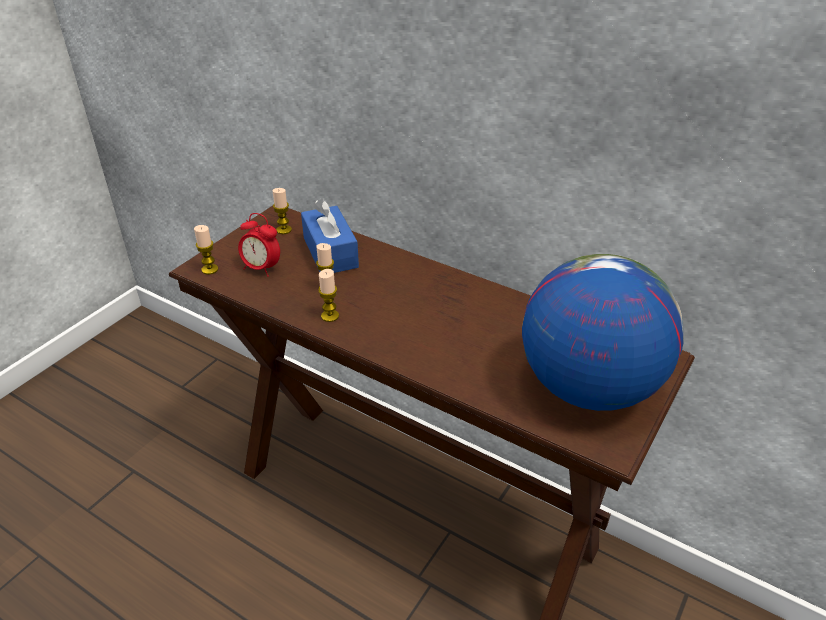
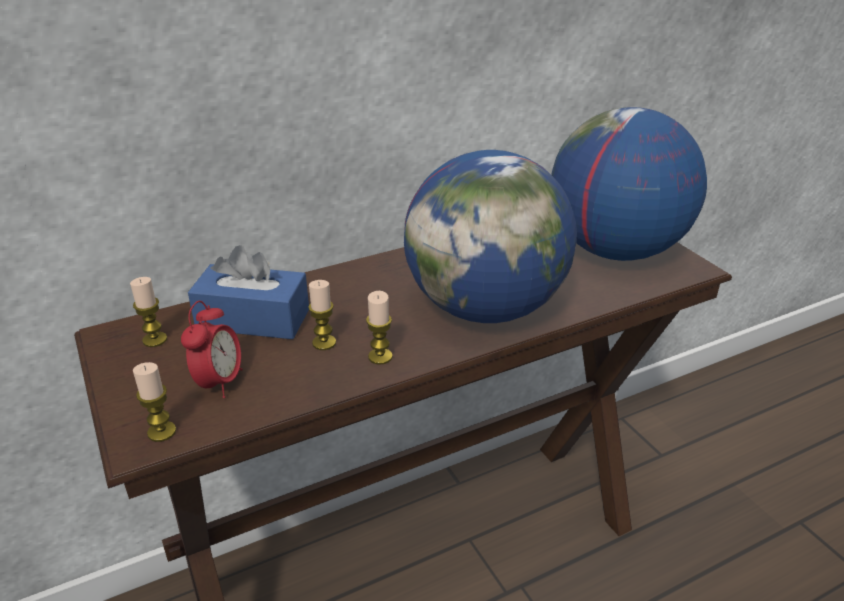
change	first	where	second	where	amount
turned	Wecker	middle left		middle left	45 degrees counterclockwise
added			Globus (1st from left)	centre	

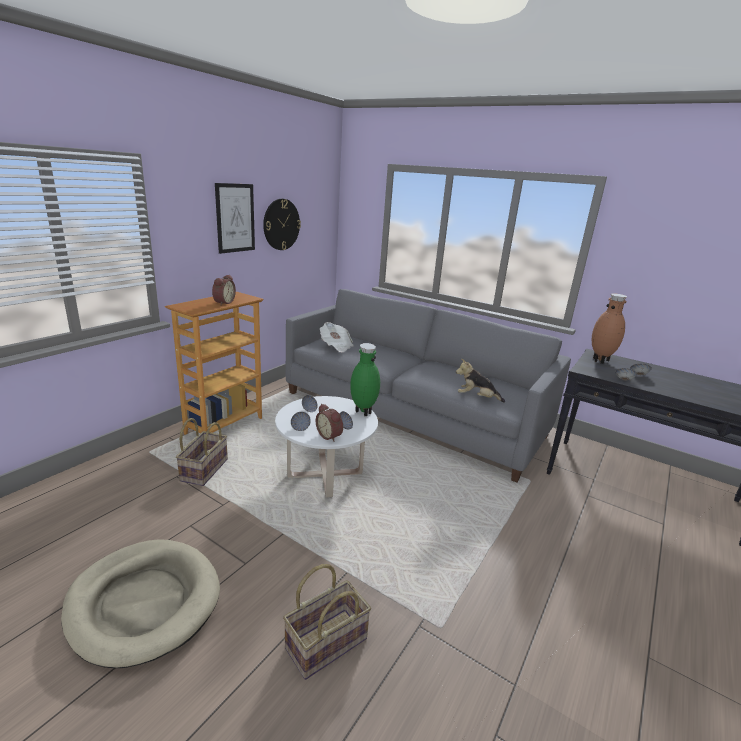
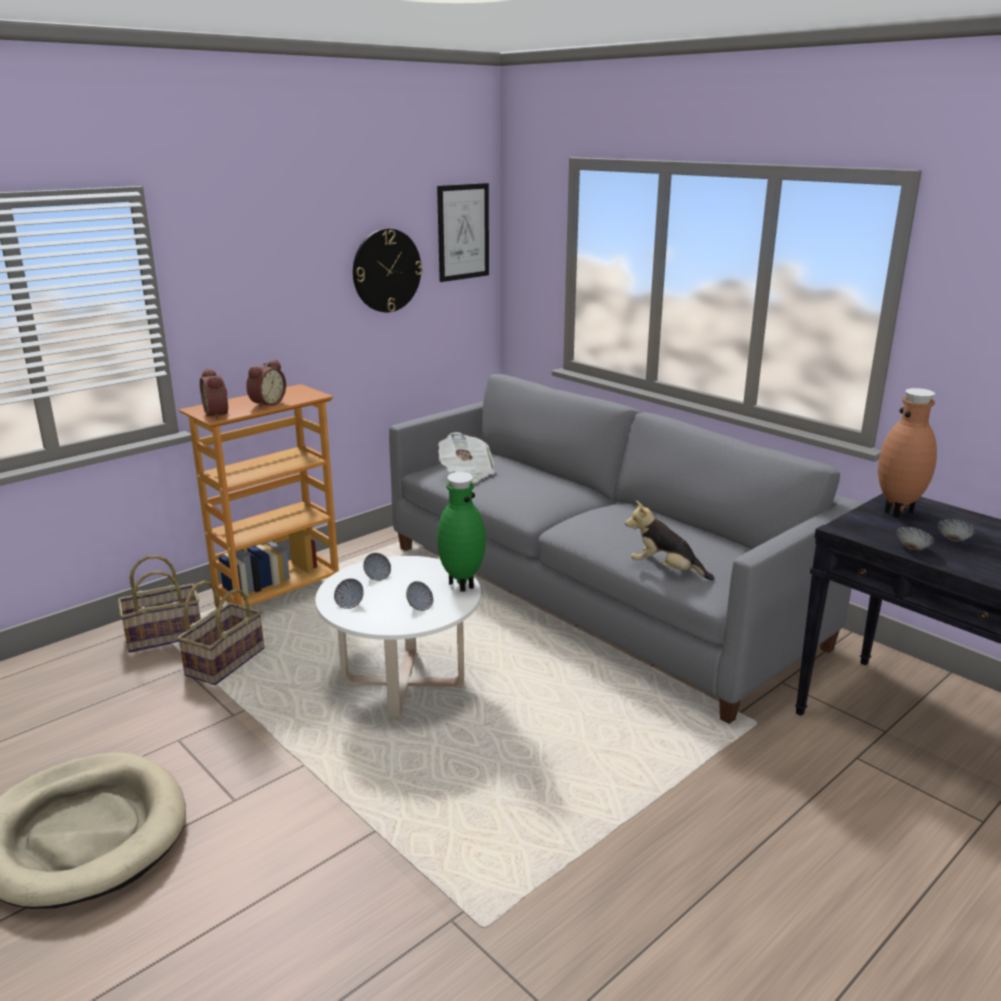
change	first	where	second	where	amount
moved	Bild	top left		top centre	
moved	Korb (2nd from left in the first image)	bottom centre	Korb (1st from left)	middle left	
moved	Wecker (2nd from left in the first image)	centre	Wecker (1st from left)	middle left	

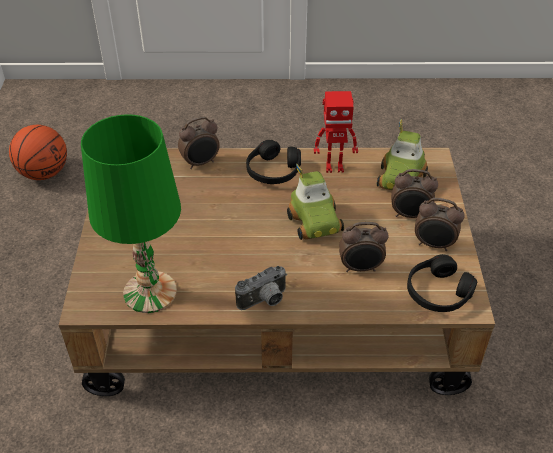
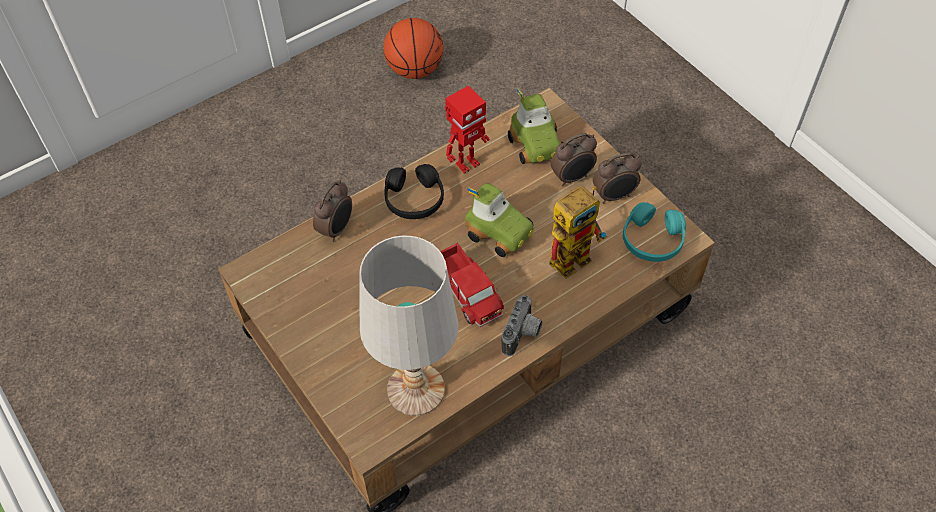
change	first	where	second	where	amount
moved	Basketball	middle left		top centre	
recoloured	Tischlampe/grün	middle left	Tischlampe/weiß	centre	
replaced	Wecker (2nd from left)	centre	Spielzeugroboter (2nd from left)	centre	
recoloured	Kopfhörer/schwarz (2nd from left)	middle right	Kopfhörer/türkis	middle right	
added			Spielzeuglaster	centre	

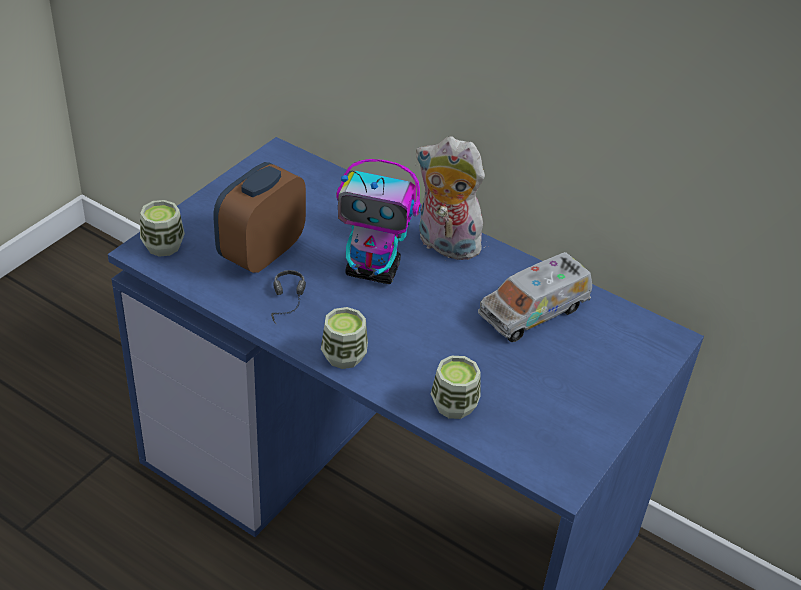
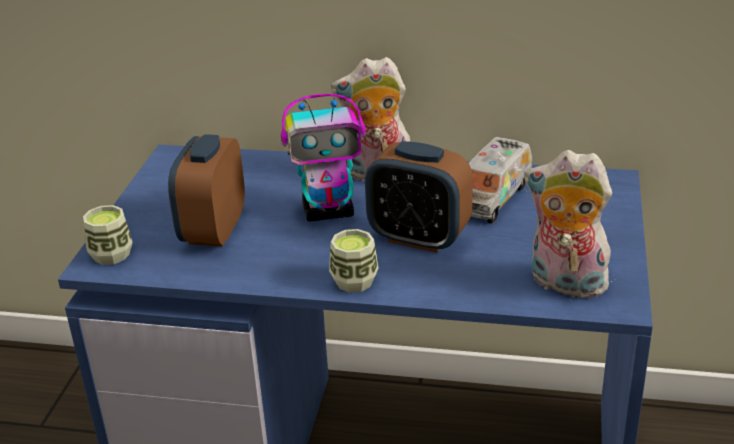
change	first	where	second	where	amount
removed	Kopfhörer	centre			
removed	Tasse (3rd from left)	centre			
added			Wecker (2nd from left)	centre	
added			Plüschtier (2nd from left)	middle right	

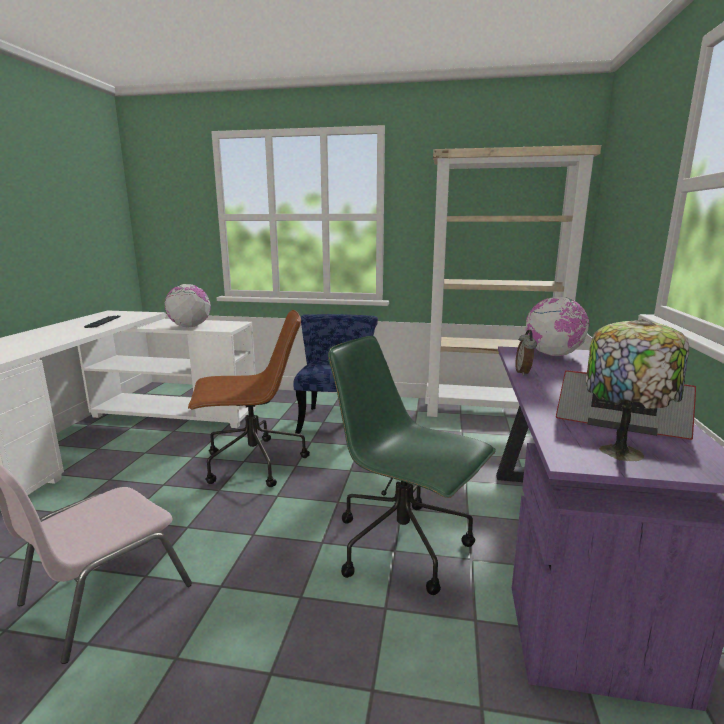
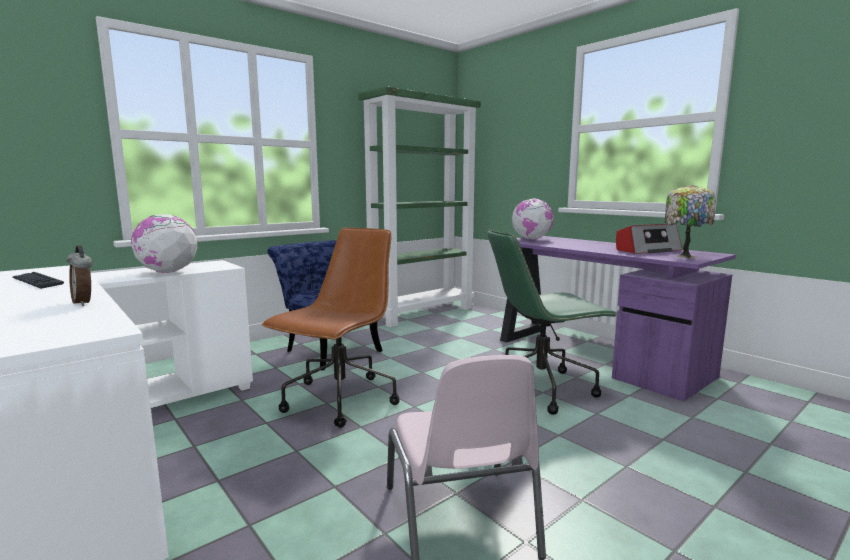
change	first	where	second	where	amount
recoloured	Bücherregal/beige	middle right	Bücherregal/grün	centre	
moved	Wecker	middle right		middle left	

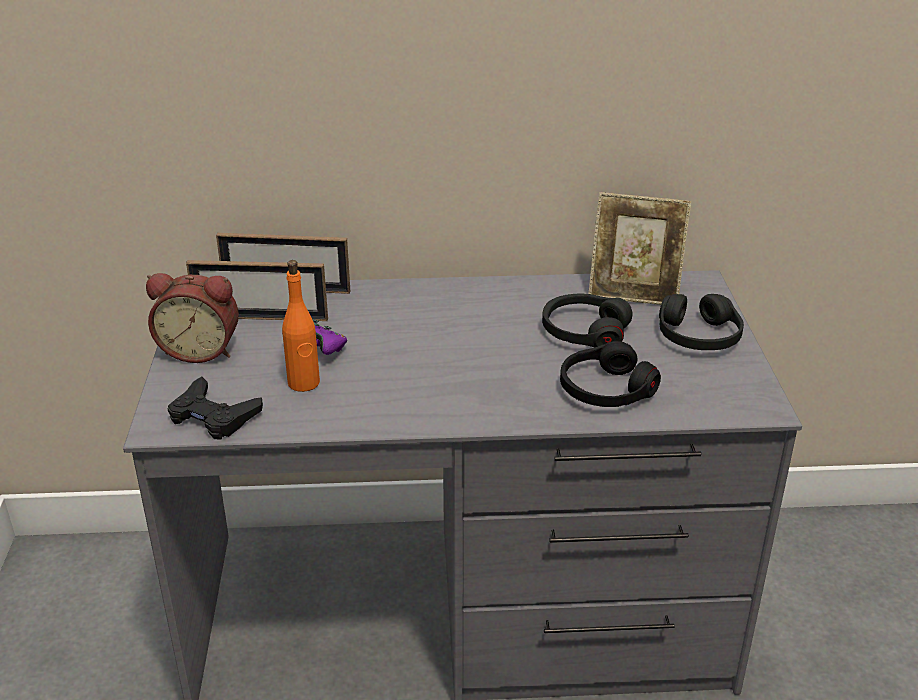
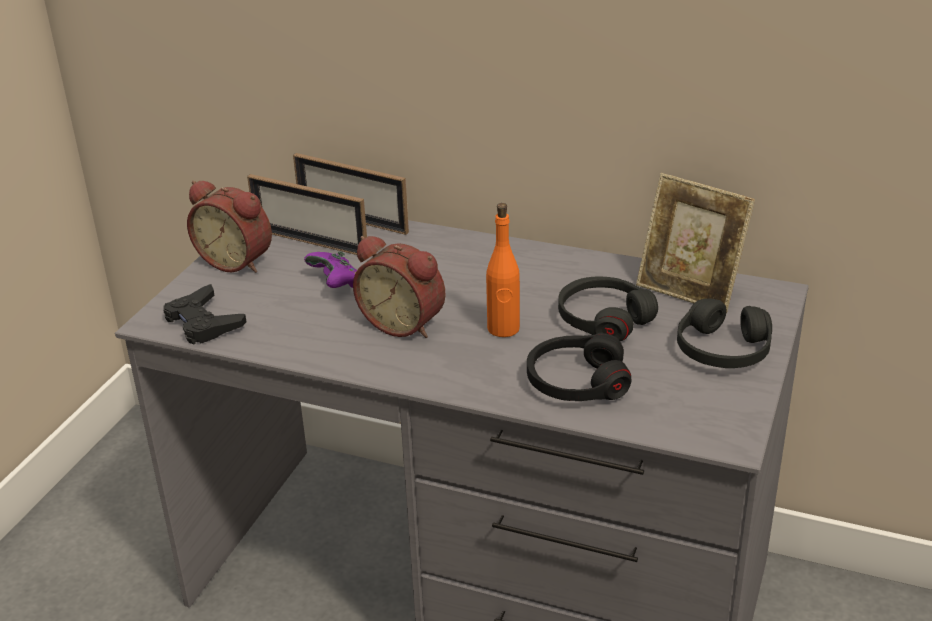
change	first	where	second	where	amount
moved	Flasche/orange	middle left		centre	
added			Wecker (2nd from left)	centre	

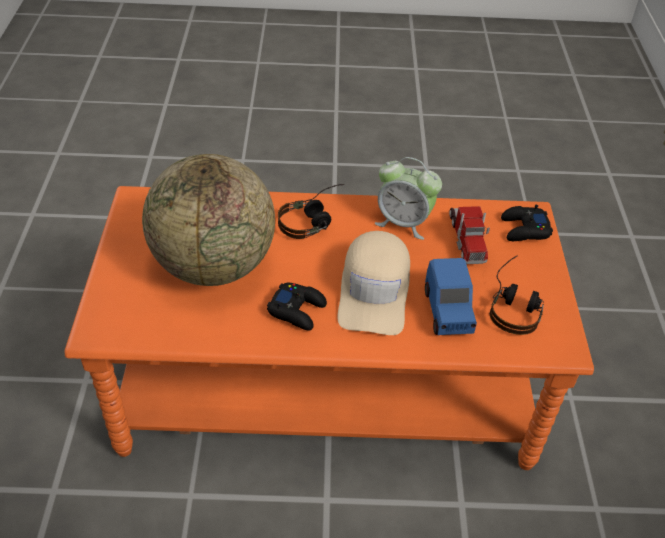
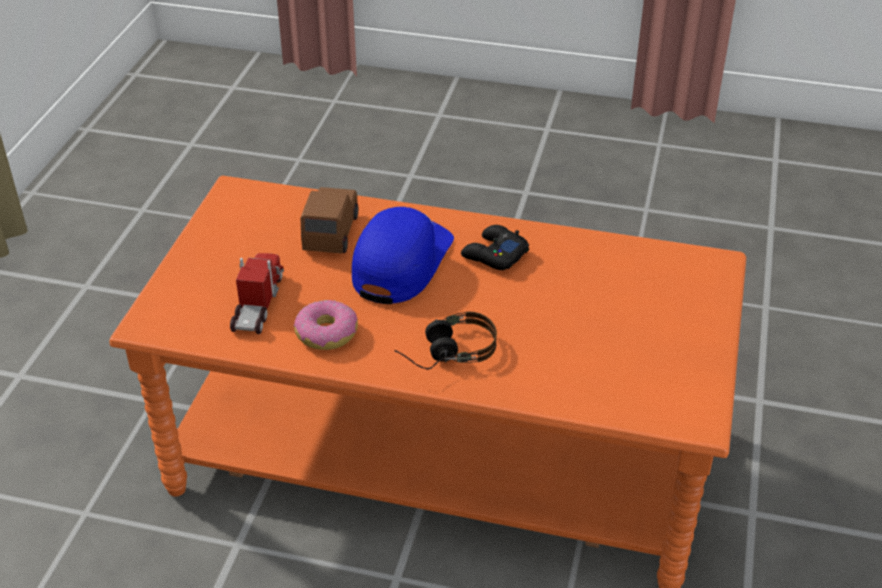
change	first	where	second	where	amount
removed	Globus	middle left			
recoloured	Kappe/beige	centre	Kappe/blau	centre	
replaced	Wecker	centre	Donut	centre	
recoloured	Spielzeugauto/blau	middle right	Spielzeugauto/braun	centre	
removed	Kopfhörer (2nd from left)	middle right			
removed	Gamepad/schwarz (2nd from left)	middle right			

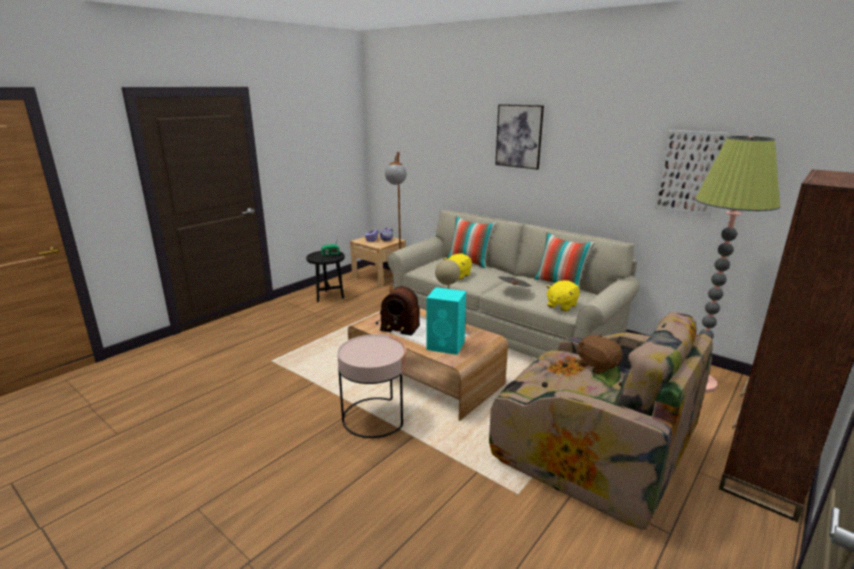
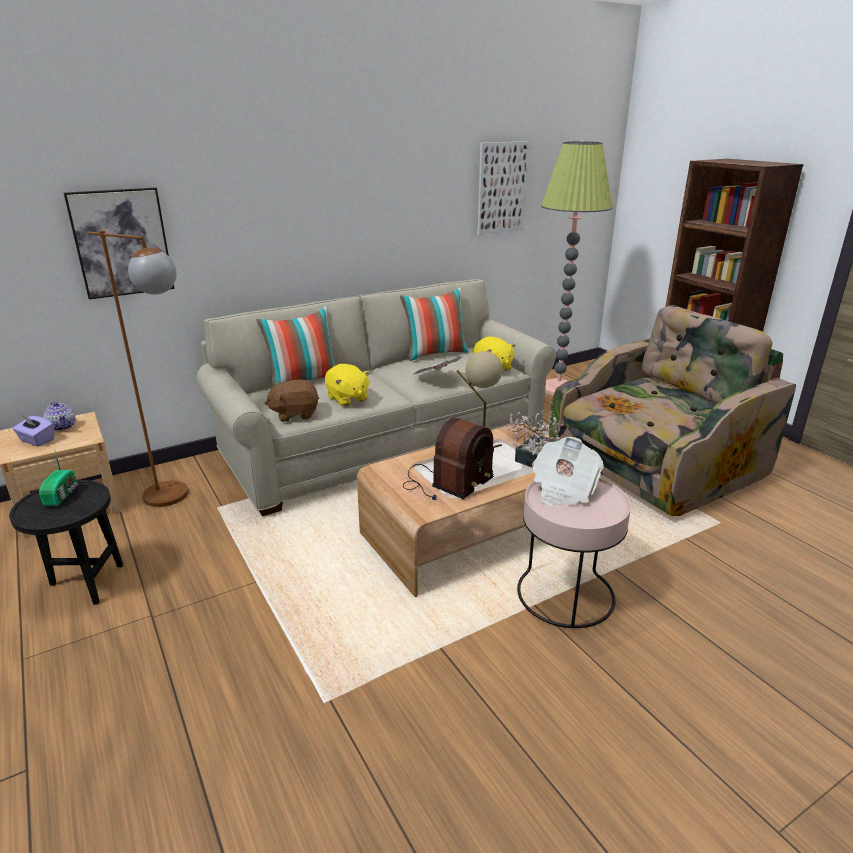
change	first	where	second	where	amount
replaced	Lautsprecher/türkis	centre	Topfpflanze	centre	
moved	Bild (1st from left)	top centre		top left	
moved	Plüschtier/braun	middle right		centre	
added			Zeitung (2nd from left)	centre	

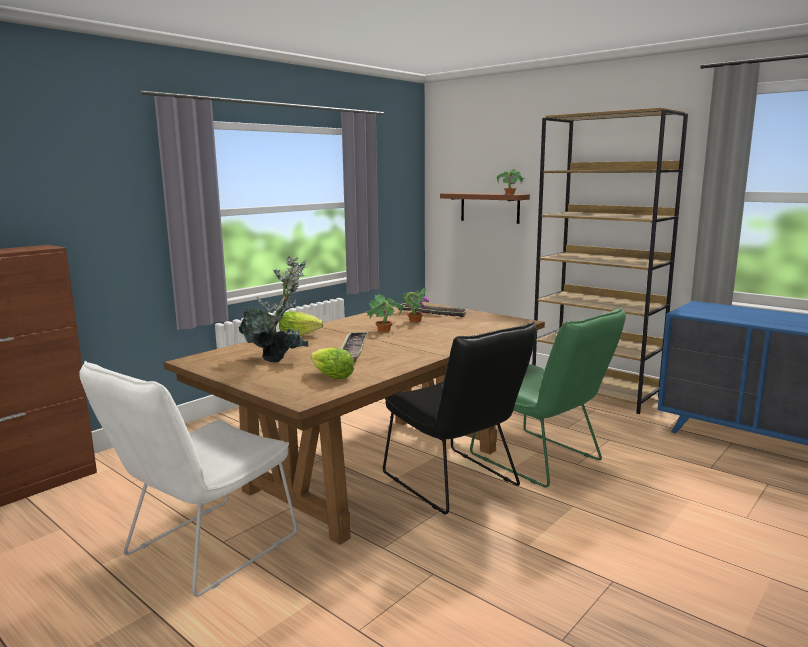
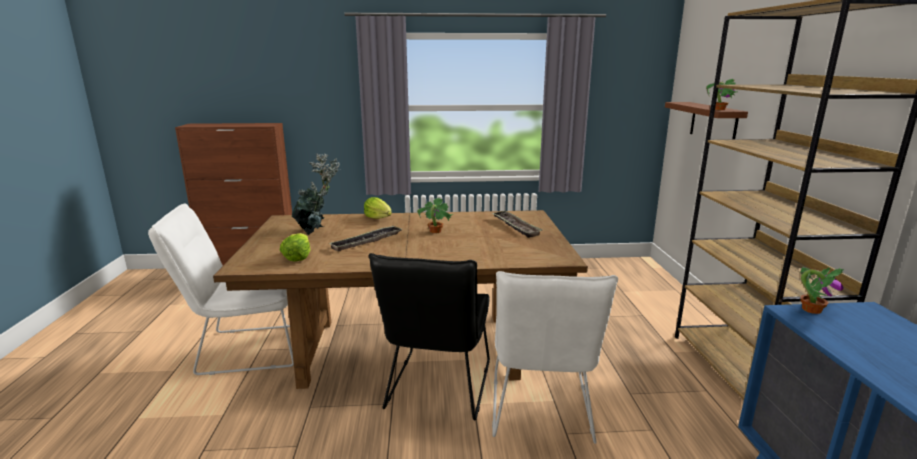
change	first	where	second	where	amount
moved	Topfpflanze (3rd from left in the first image)	centre	Topfpflanze (4th from left)	middle right	
recoloured	Stuhl/grün	middle right	Stuhl/weiß (2nd from left)	bottom centre	

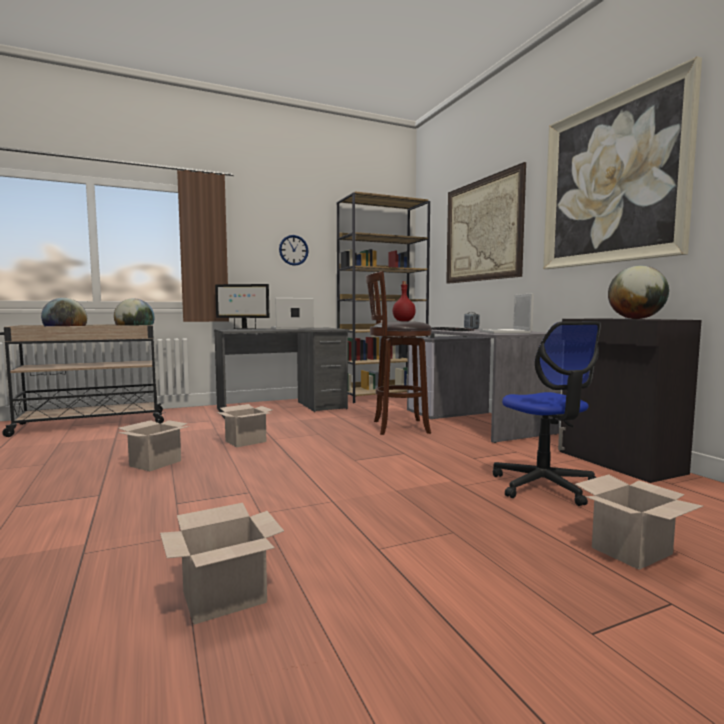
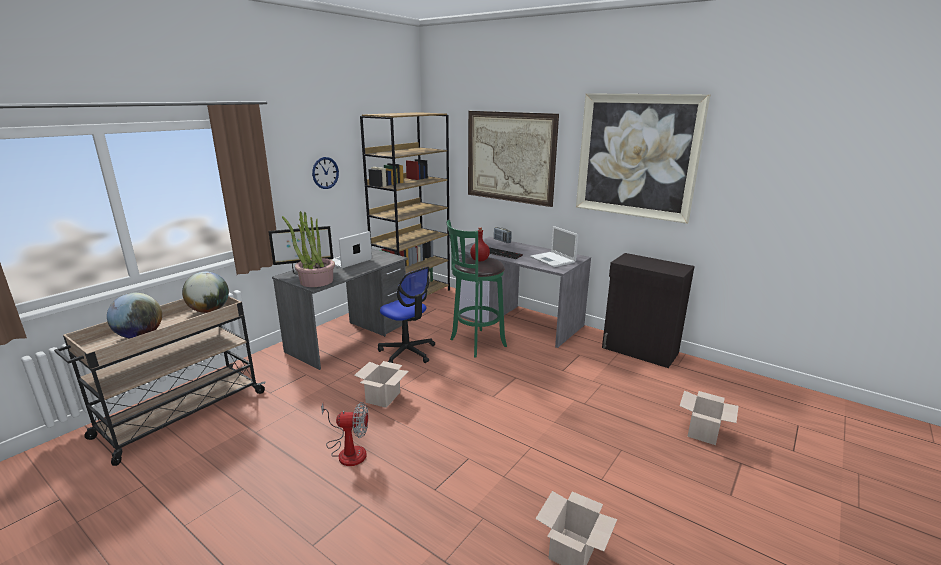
change	first	where	second	where	amount
replaced	Karton (1st from left)	middle left	Ventilator	bottom centre	
recoloured	Hocker/braun	centre	Hocker/grün	centre	
moved	Bürostuhl	middle right		centre	
removed	Globus (3rd from left)	middle right			
added			Topfpflanze	middle left	

